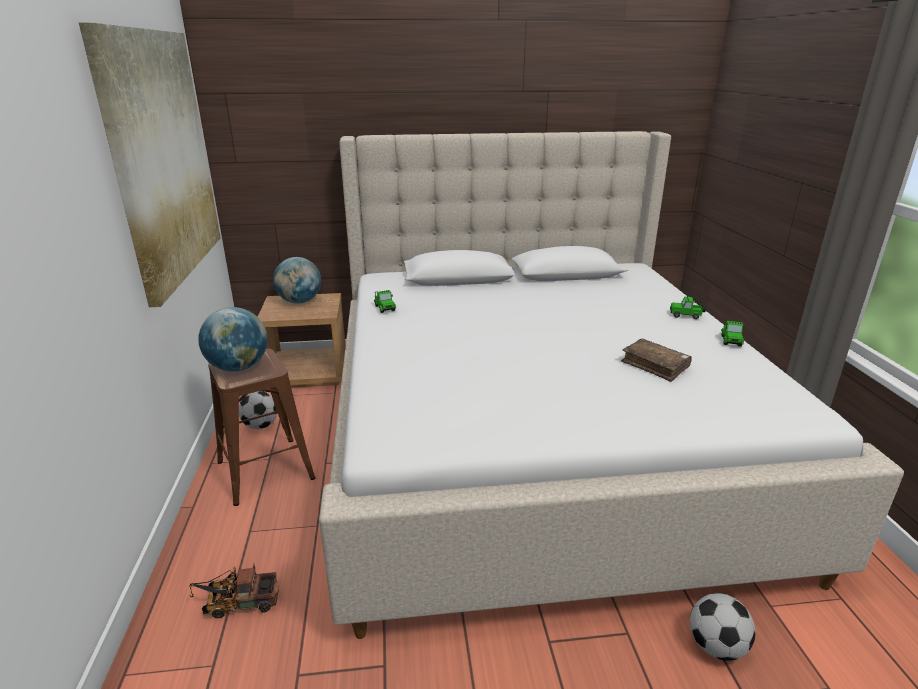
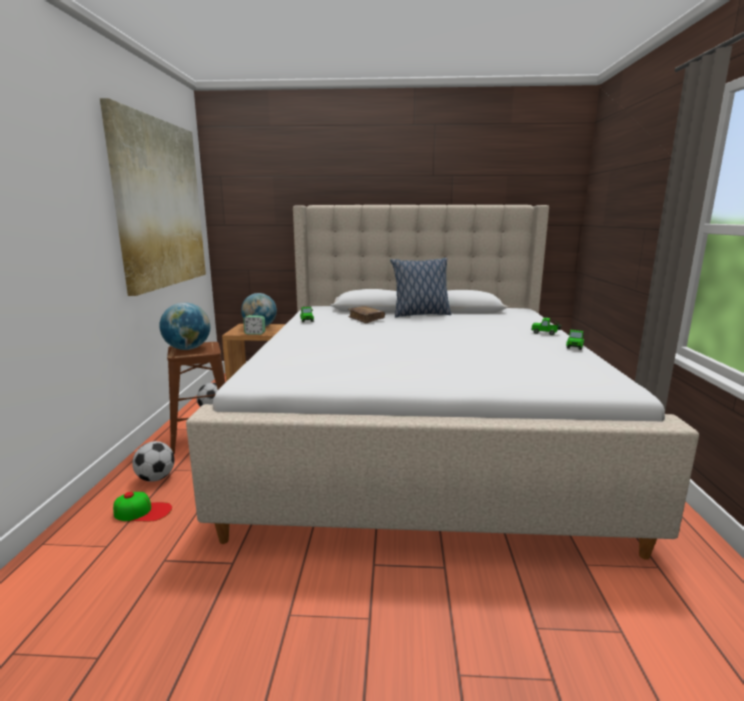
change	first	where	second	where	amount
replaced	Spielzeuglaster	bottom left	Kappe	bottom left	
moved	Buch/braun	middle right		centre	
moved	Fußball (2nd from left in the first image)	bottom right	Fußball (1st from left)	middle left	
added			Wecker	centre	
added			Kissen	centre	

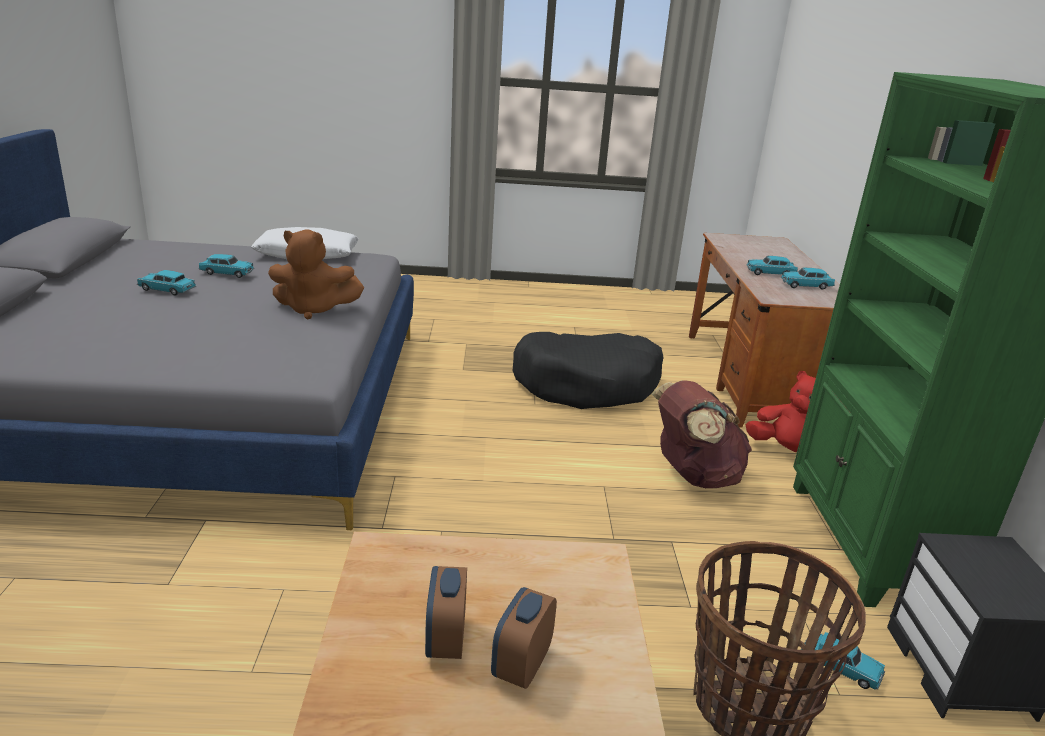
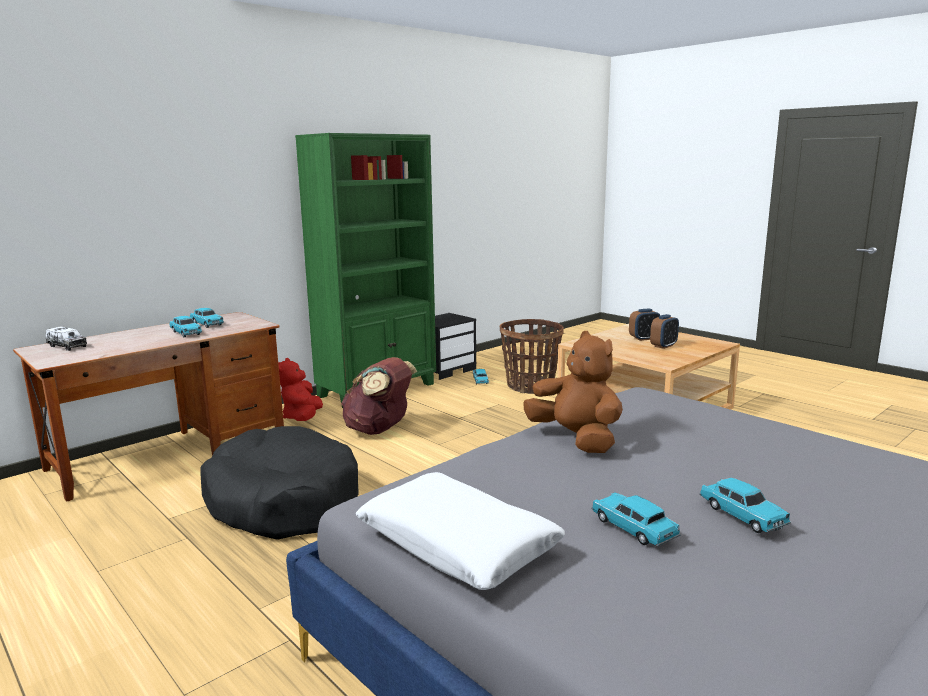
change	first	where	second	where	amount
added			Spielzeuglaster	middle left	

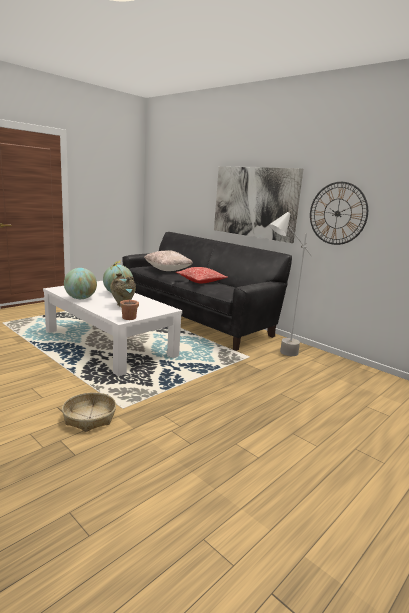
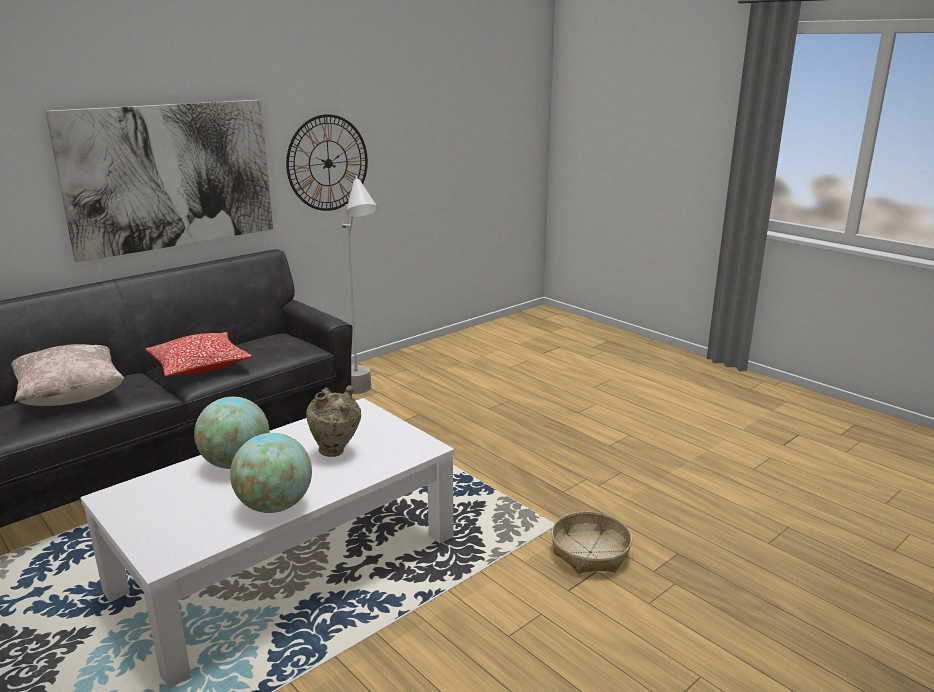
change	first	where	second	where	amount
removed	Topfpflanze	middle left			

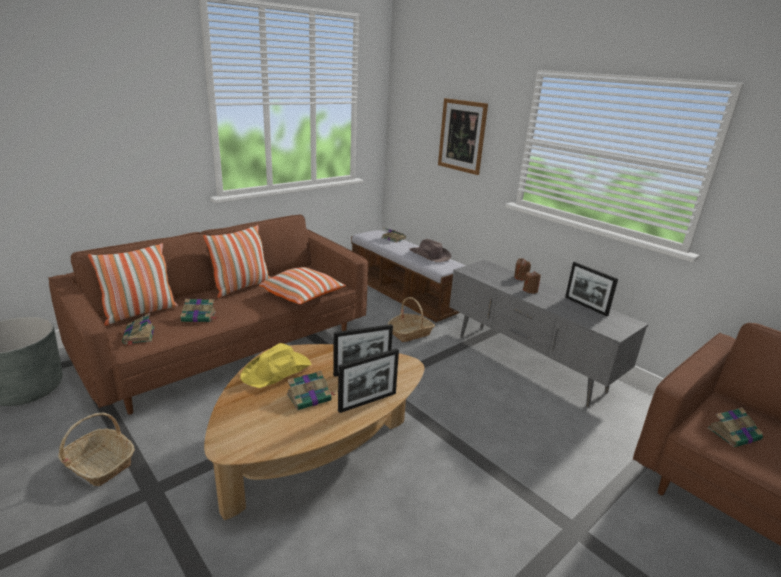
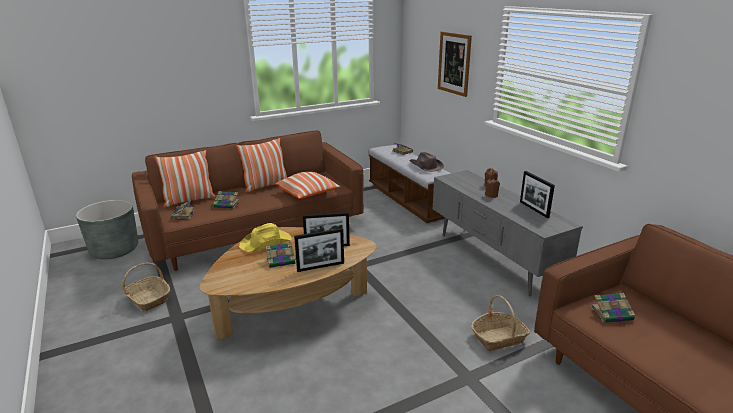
change	first	where	second	where	amount
moved	Korb (2nd from left)	centre		bottom right	

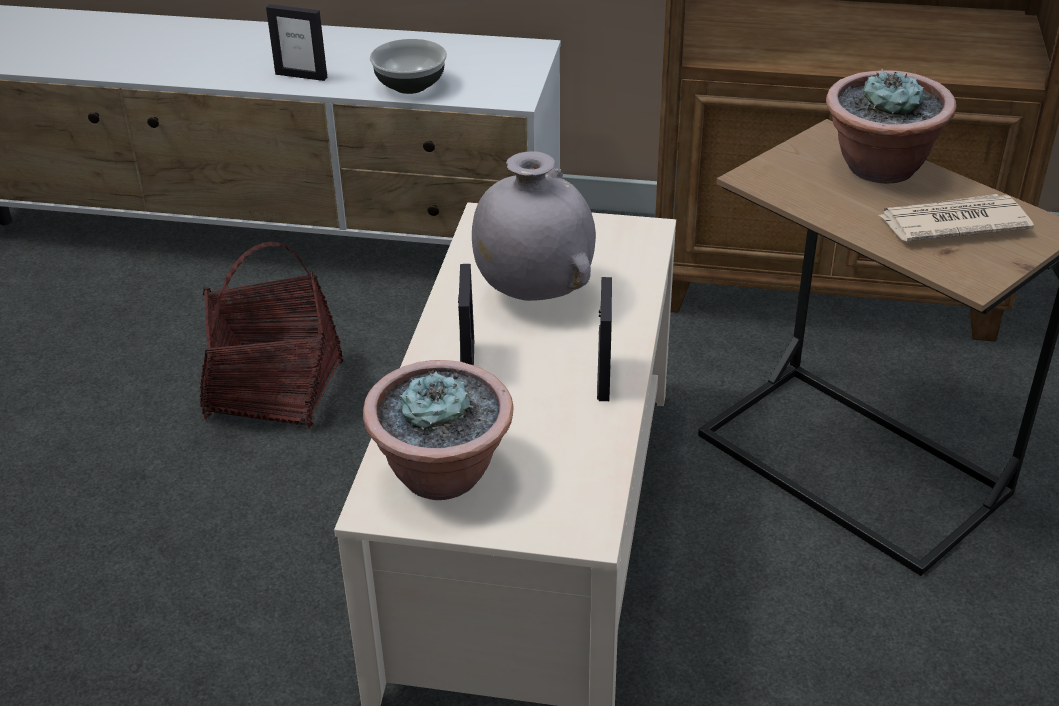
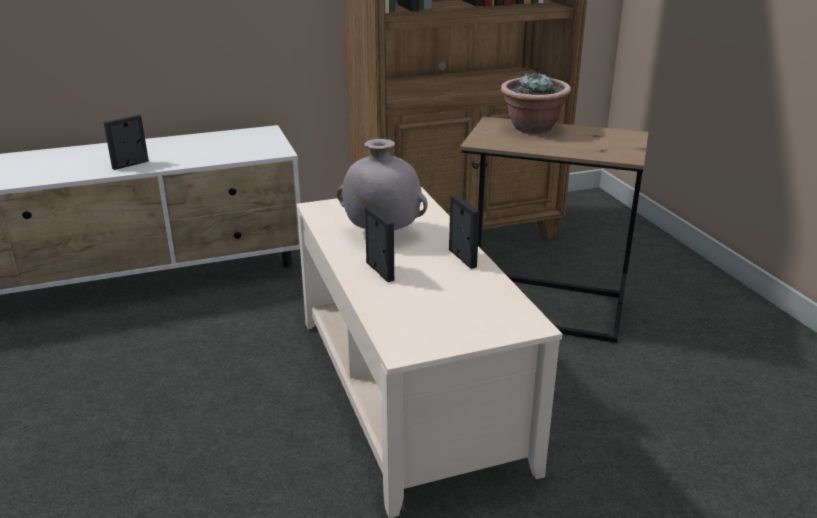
change	first	where	second	where	amount
removed	Korb	middle left			
turned	Bilderrahmen (1st from left)	top left		top left	150 degrees clockwise
removed	Topfpflanze (1st from left)	centre			
removed	Schüssel	top centre			
removed	Zeitung	top right			

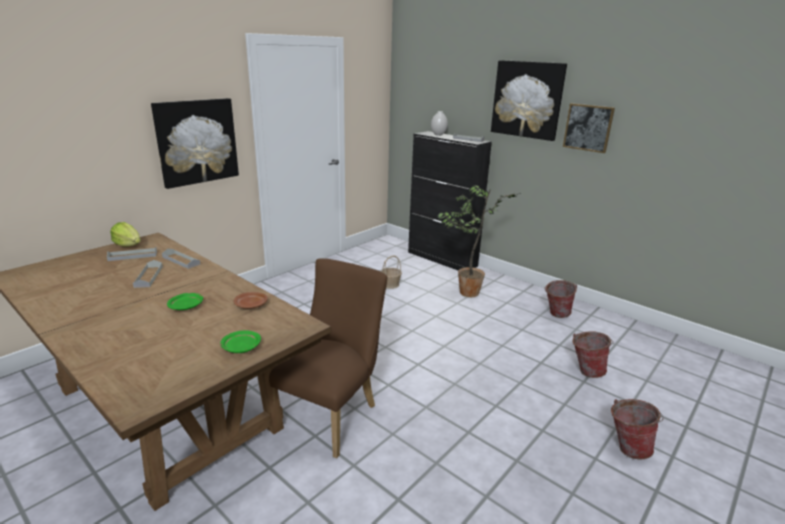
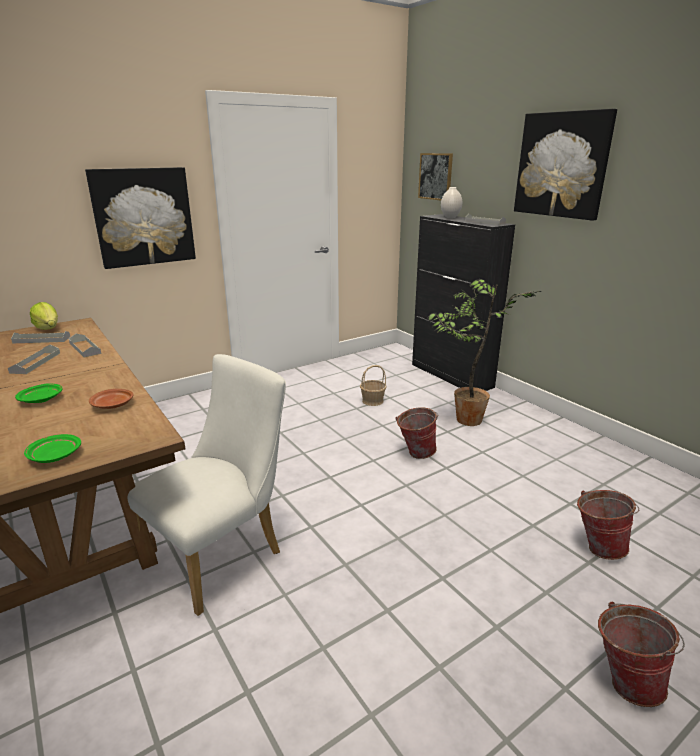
change	first	where	second	where	amount
recoloured	Stuhl/braun	bottom centre	Stuhl/weiß	middle left	
moved	Eimer (1st from left)	middle right		centre	
moved	Bild (3rd from left in the first image)	top right	Bild (2nd from left)	top centre	

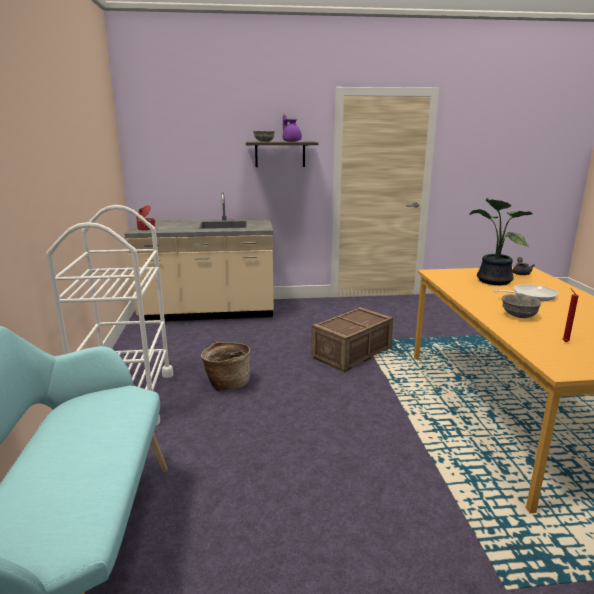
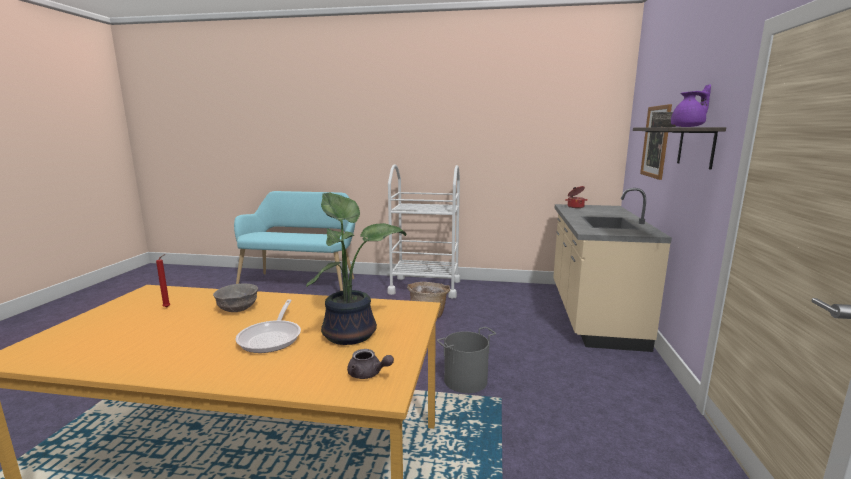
change	first	where	second	where	amount
replaced	Kiste	centre	Eimer/grau	bottom centre	
added			Bild	top right	

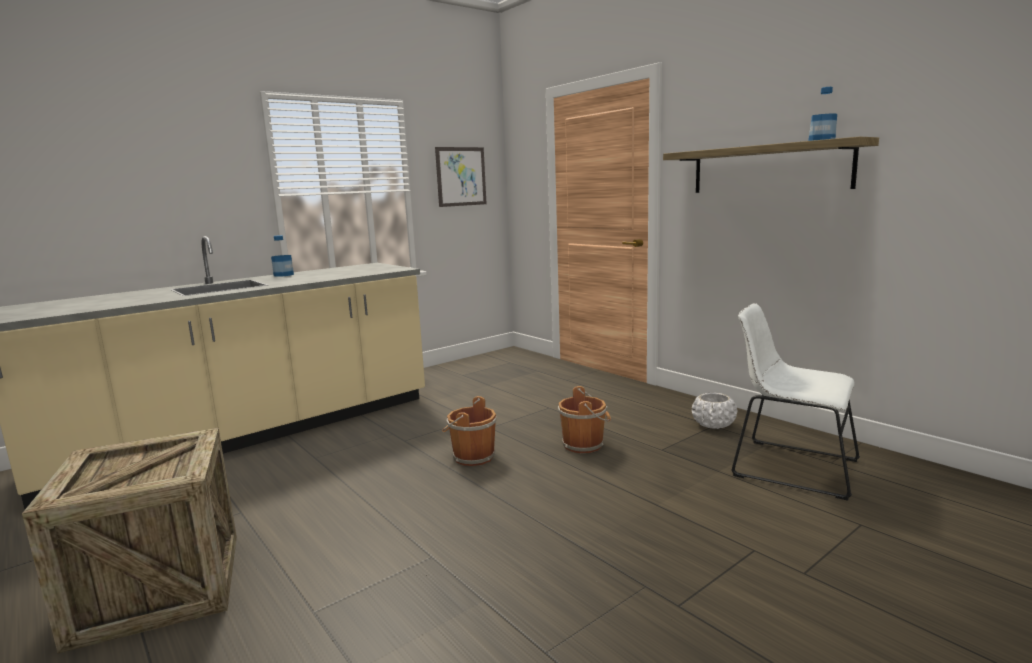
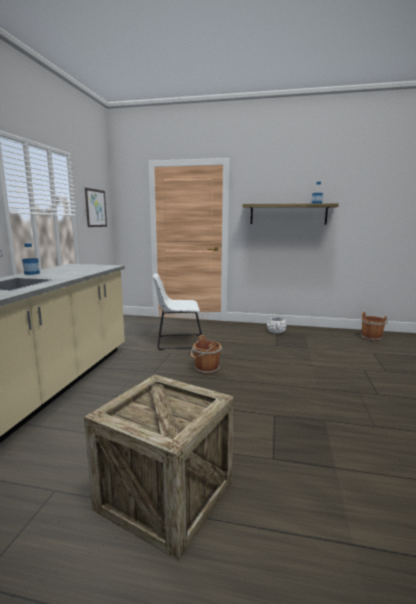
change	first	where	second	where	amount
moved	Eimer/braun (2nd from left)	centre		middle right	
moved	Stuhl/weiß	middle right		centre	

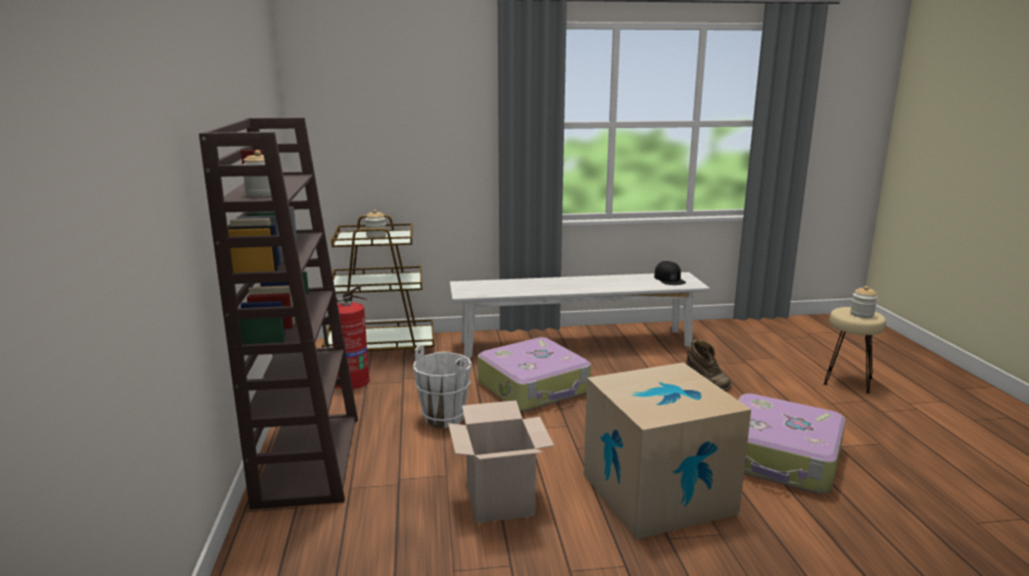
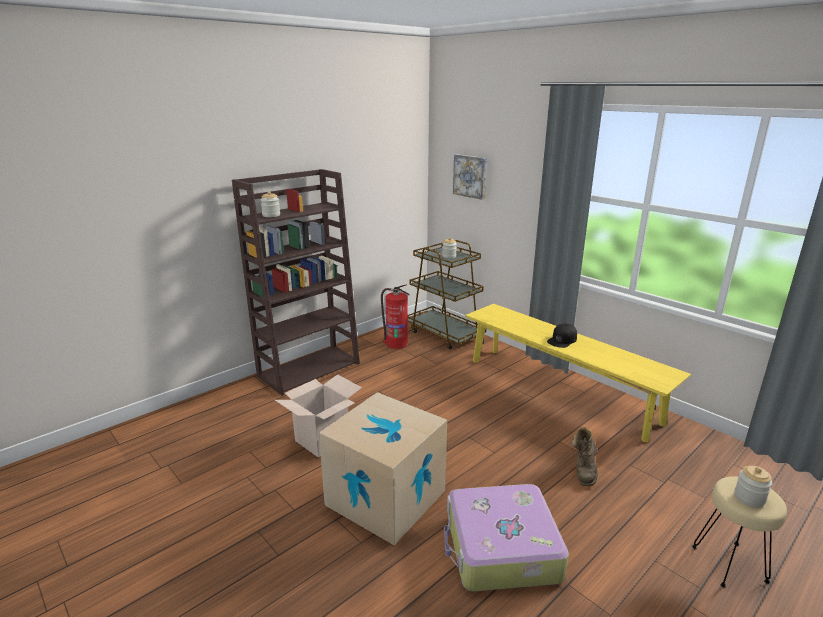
change	first	where	second	where	amount
removed	Eimer/weiß	bottom centre			
recoloured	Bank/weiß	centre	Bank/gelb	middle right	
removed	Koffer (1st from left)	centre			
moved	Kappe/schwarz	centre		middle right	
added			Bild	top centre	

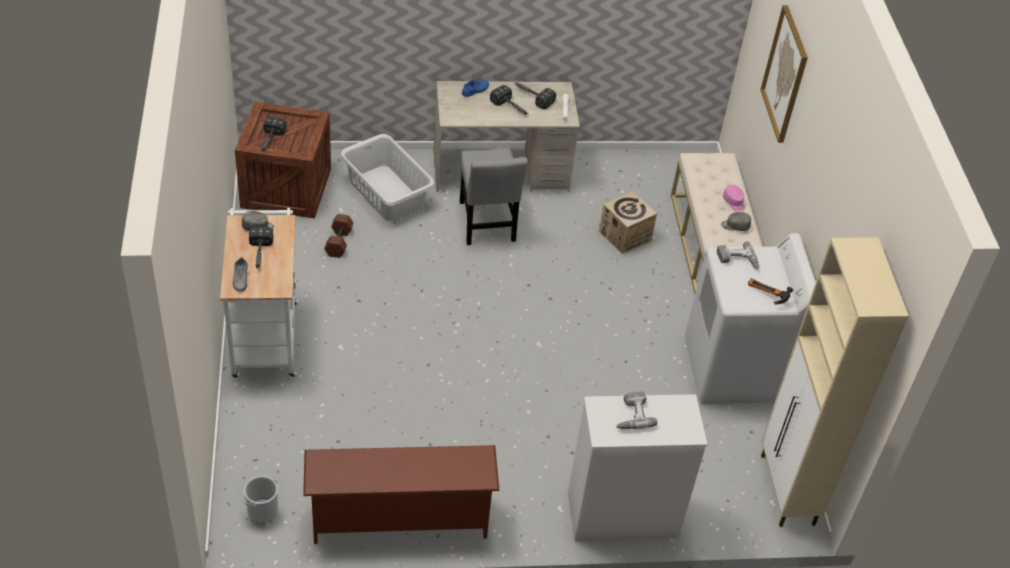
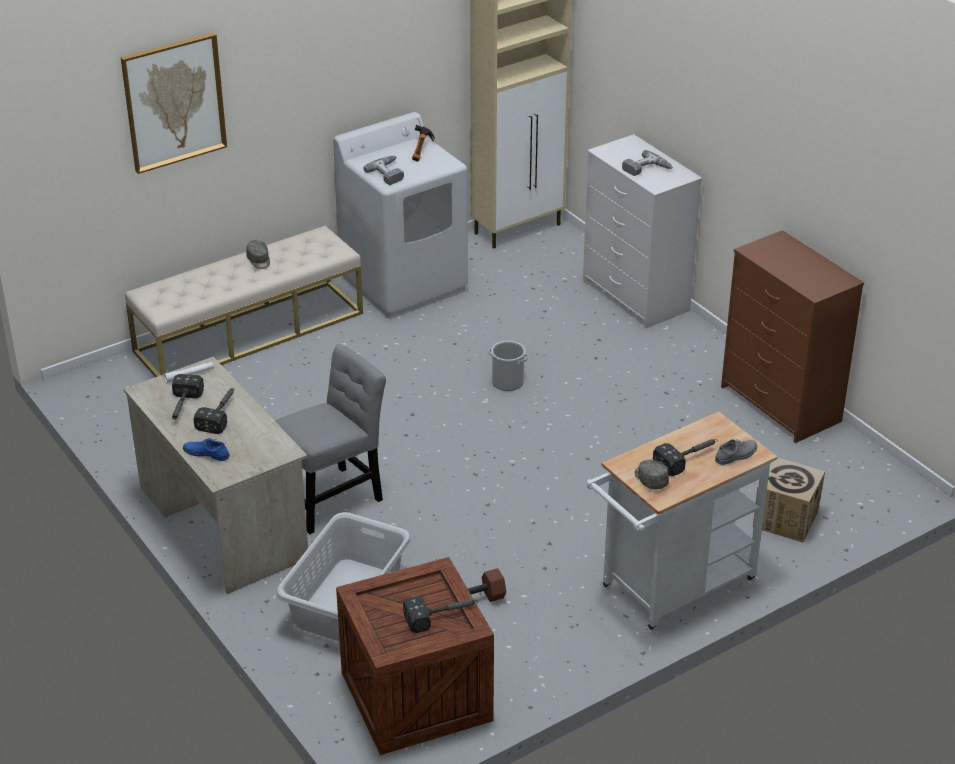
change	first	where	second	where	amount
moved	Eimer	bottom left		centre	
replaced	Schuhregal/braun	bottom centre	Kommode/braun	middle right	
moved	Karton	centre		middle right	
removed	Kappe/rosa	middle right			

